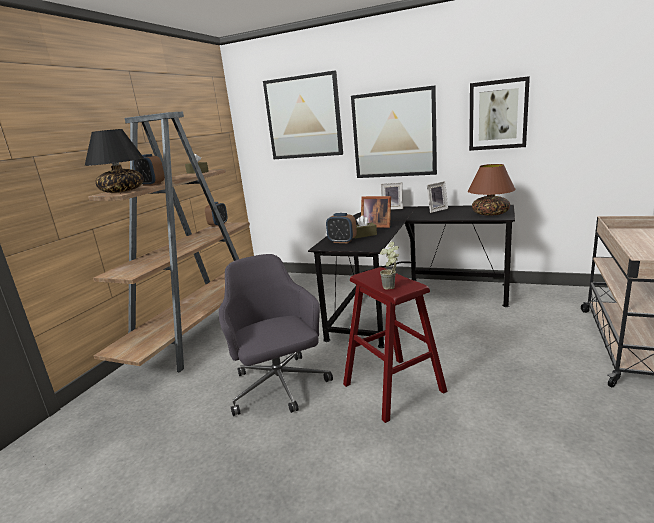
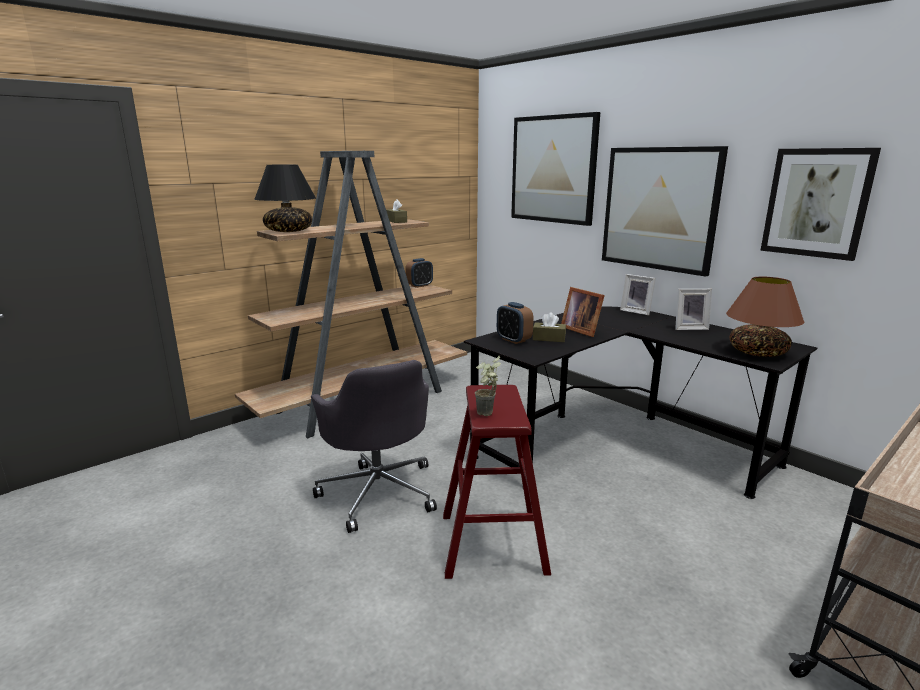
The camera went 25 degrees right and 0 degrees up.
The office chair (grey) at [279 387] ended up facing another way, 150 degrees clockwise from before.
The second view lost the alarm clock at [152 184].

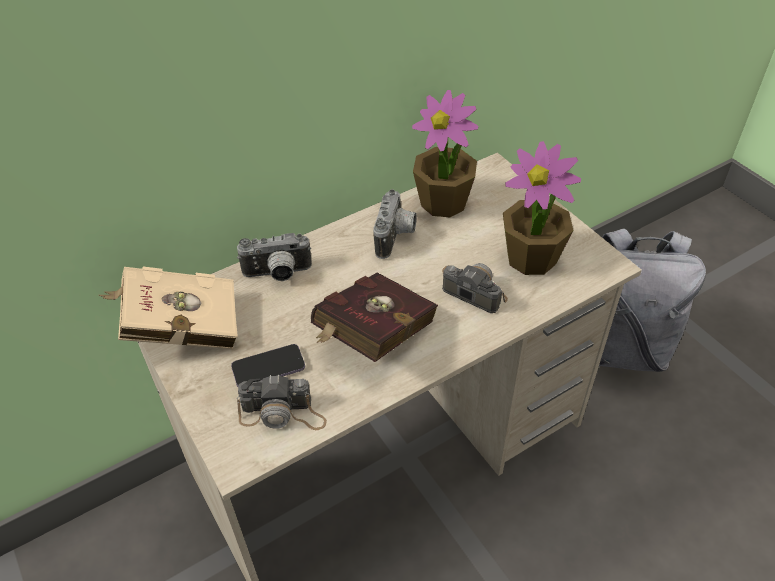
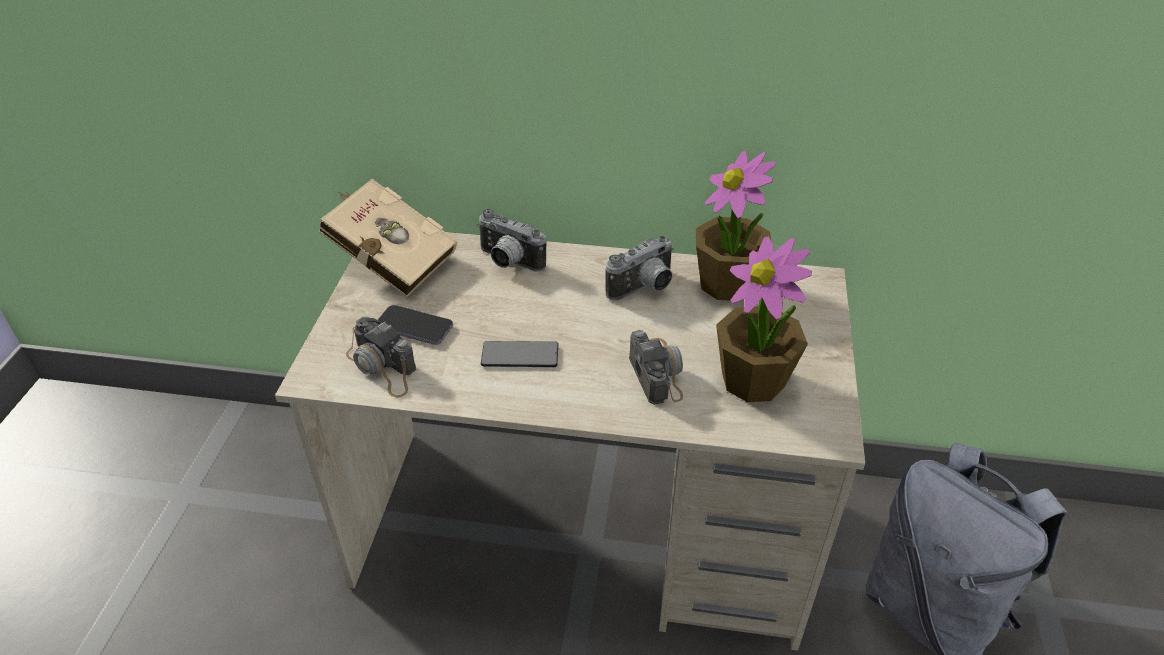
The camera went 40 degrees right and 5 degrees down.
Where the book (red) stood at [372 337], the phone came to stand at [520 355].

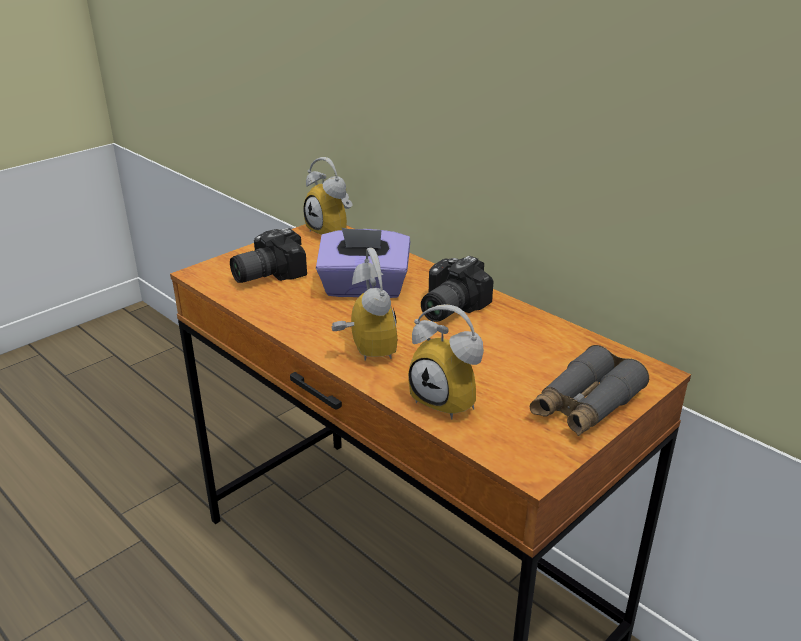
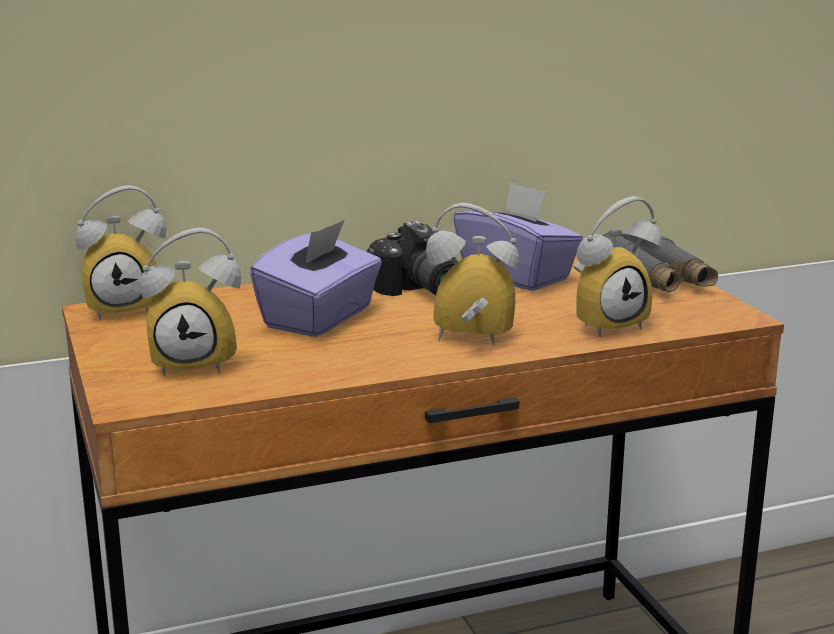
The camera went 65 degrees left and 10 degrees down.
Where the photo camera stood at [265 274], the alarm clock came to stand at [197 362].
The second view gained the tissue box (purple) at [517 275].

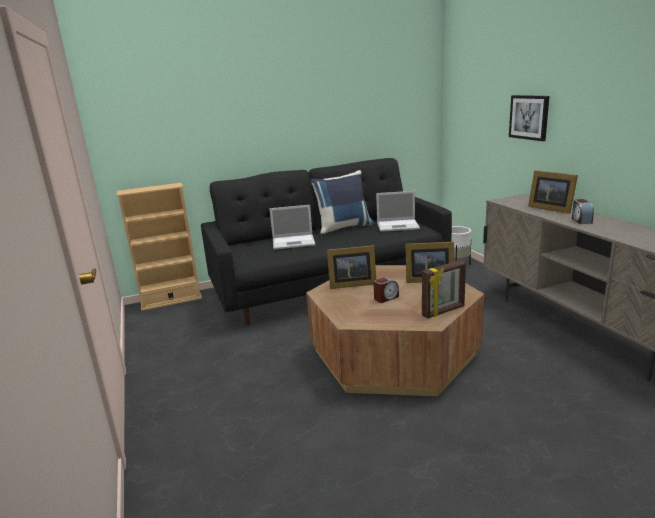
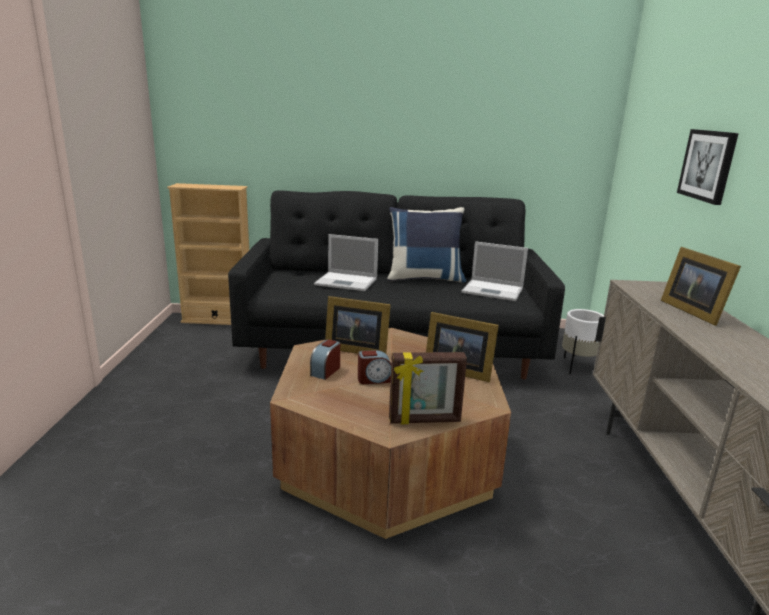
The camera went 20 degrees right and 0 degrees up.
The alarm clock ended up elsewhere, having gone from [581 220] to [325 371].

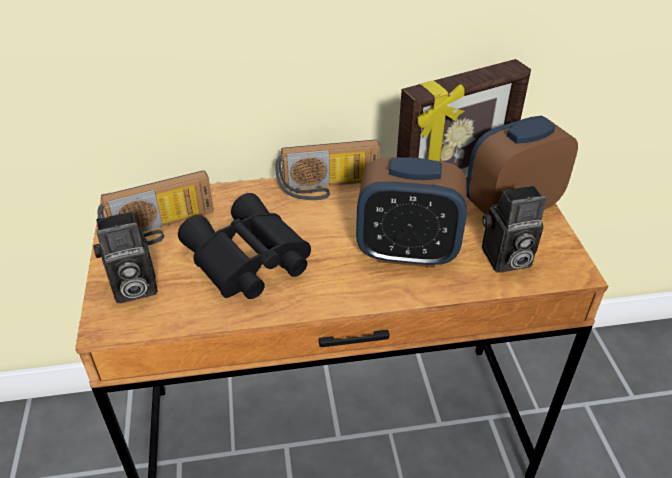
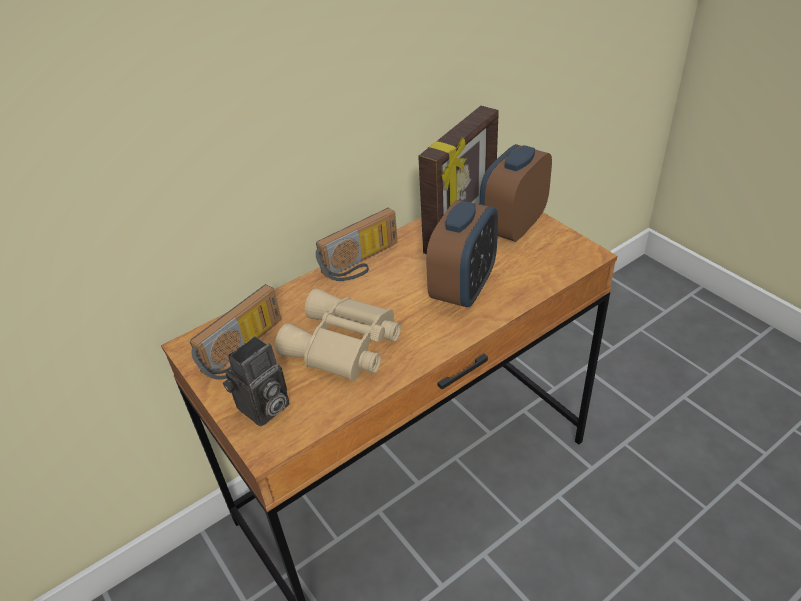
The camera went 25 degrees left and 0 degrees up.
What was the binoculars (black) at [246 261] turned into the binoculars (beige) at [343 346].
The alarm clock at [407 252] ended up facing another way, 45 degrees counterclockwise from before.
The second view lost the photo camera at [505 260].

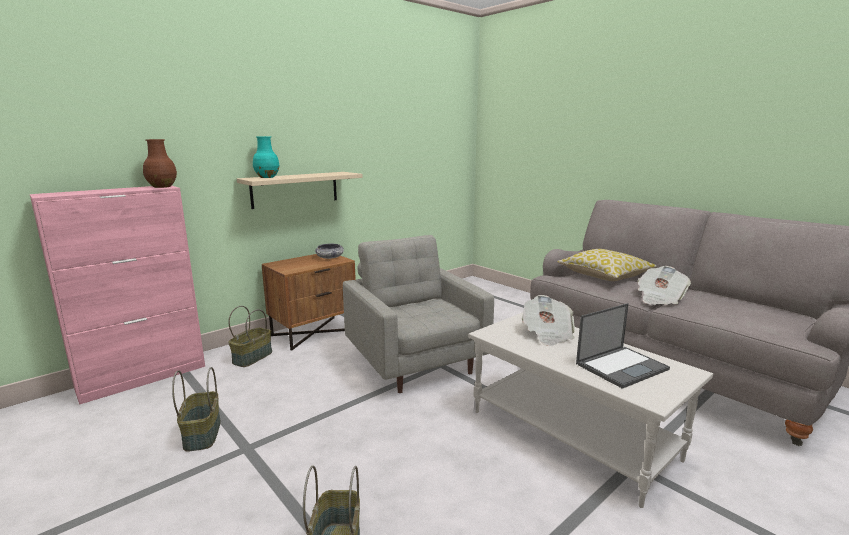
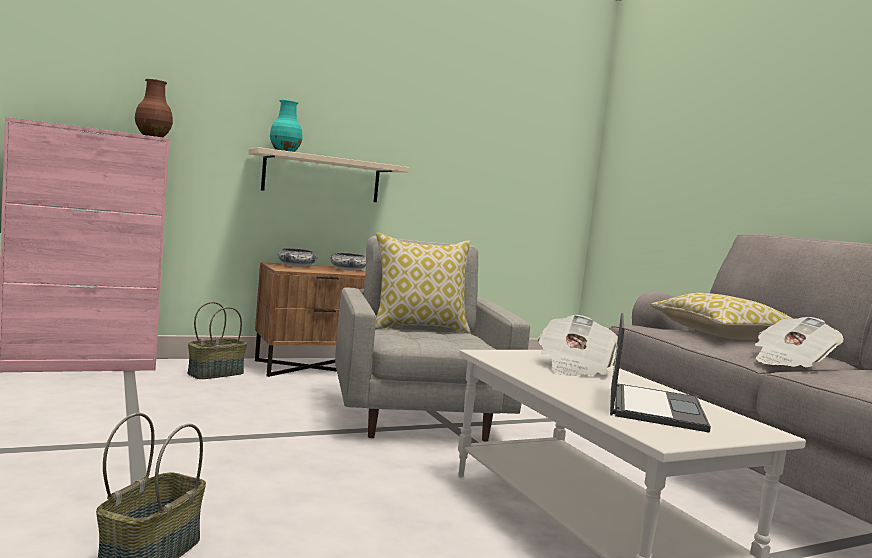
The camera went 15 degrees right and 10 degrees down.
The second view gained the bowl at [296 266].
The second view gained the pillow at [419 328].
The laptop at [622 366] ended up facing another way, 60 degrees counterclockwise from before.
The second view lost the basket at [201 434].

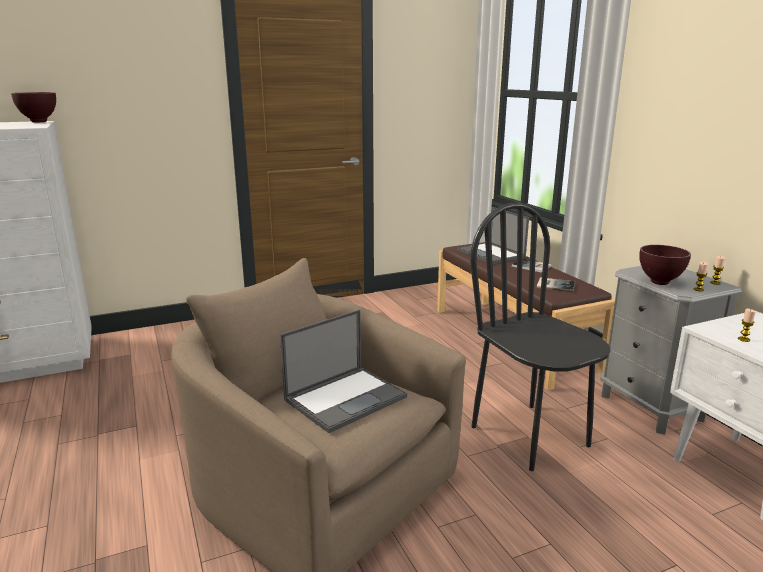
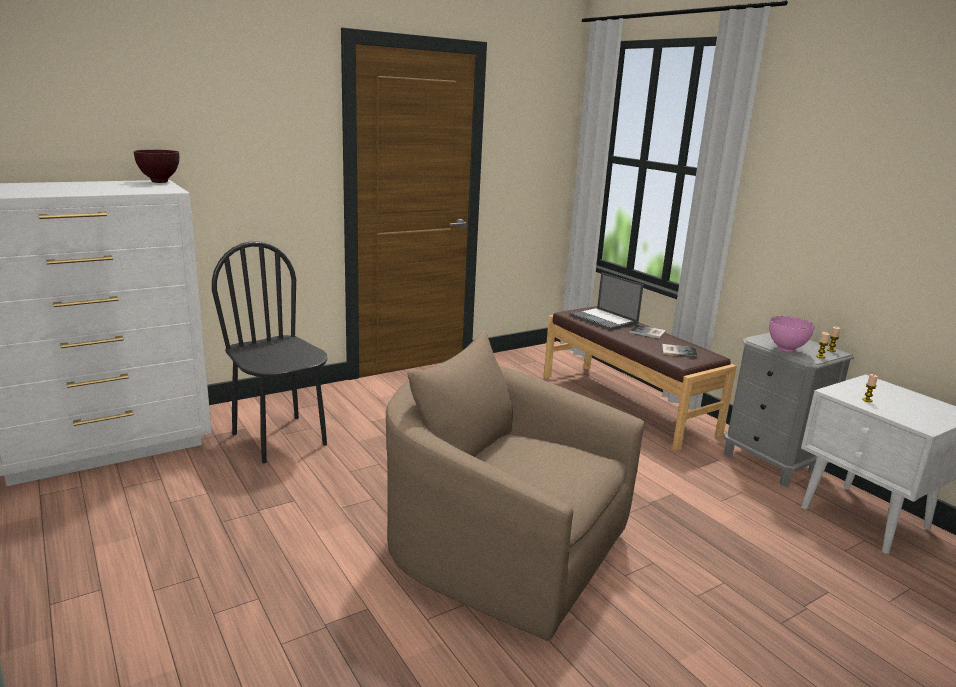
The camera went 10 degrees left and 0 degrees up.
The chair (black) ended up elsewhere, having gone from [530 436] to [280 439].
What was the bowl (brown) at [660 283] turned into the bowl (pink) at [786 351].
The second view lost the laptop at [346 398].

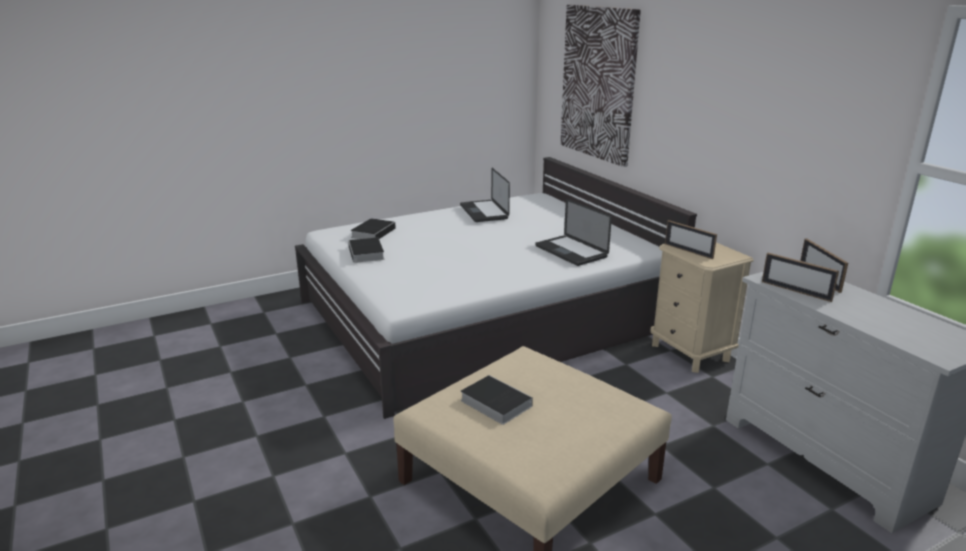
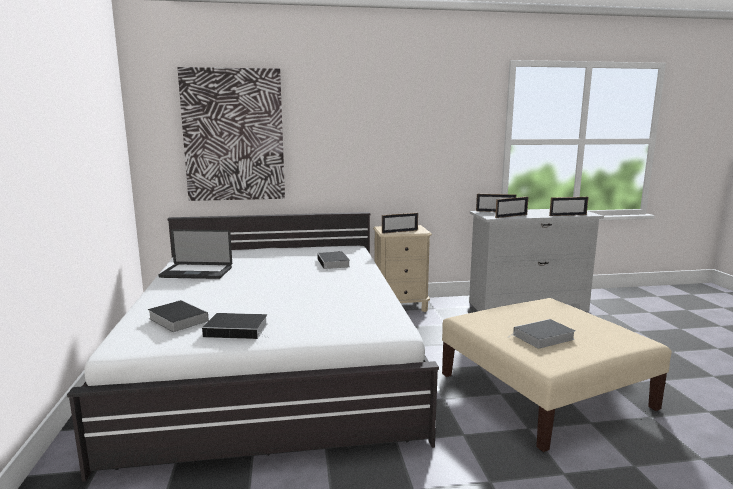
The camera went 70 degrees left and 10 degrees down.
Where the laptop stood at [571 251], the book came to stand at [334 263].
The second view gained the picture frame at [568 215].

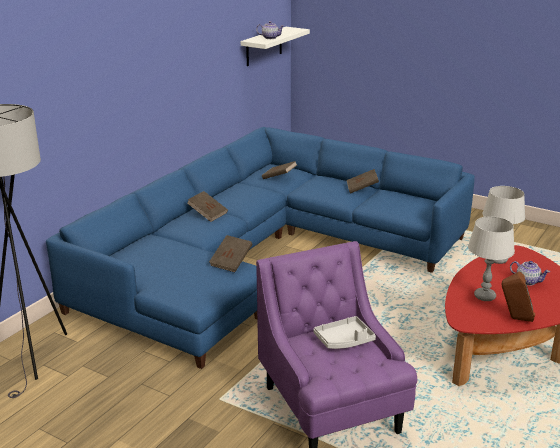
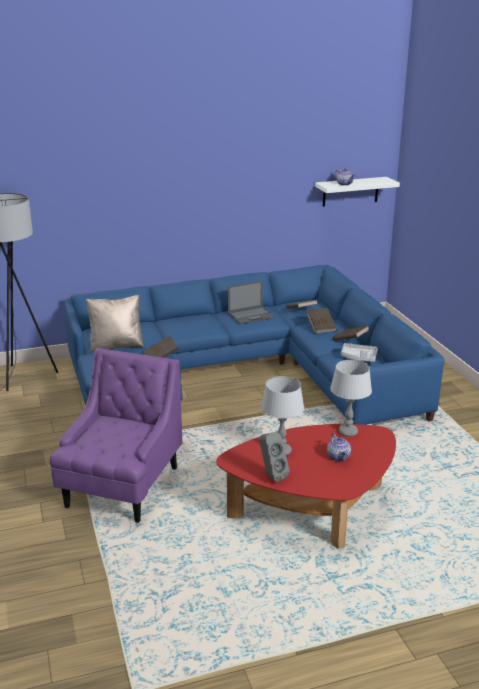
The camera went 40 degrees right and 0 degrees up.
The second view gained the pillow (beige) at [116 346].
The second view gained the laptop at [251 315].
What was the speaker (brown) at [515 319] turned into the speaker (grey) at [271 475].
The book (brown) ended up elsewhere, having gone from [208 214] to [321 327].
The tray (grey) ended up elsewhere, having gone from [344 340] to [358 357].

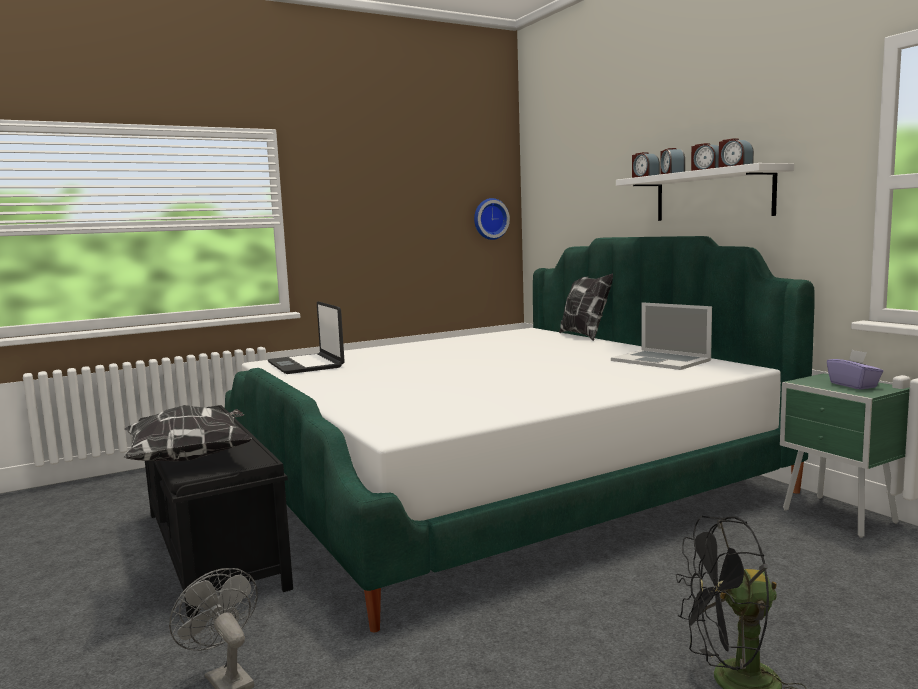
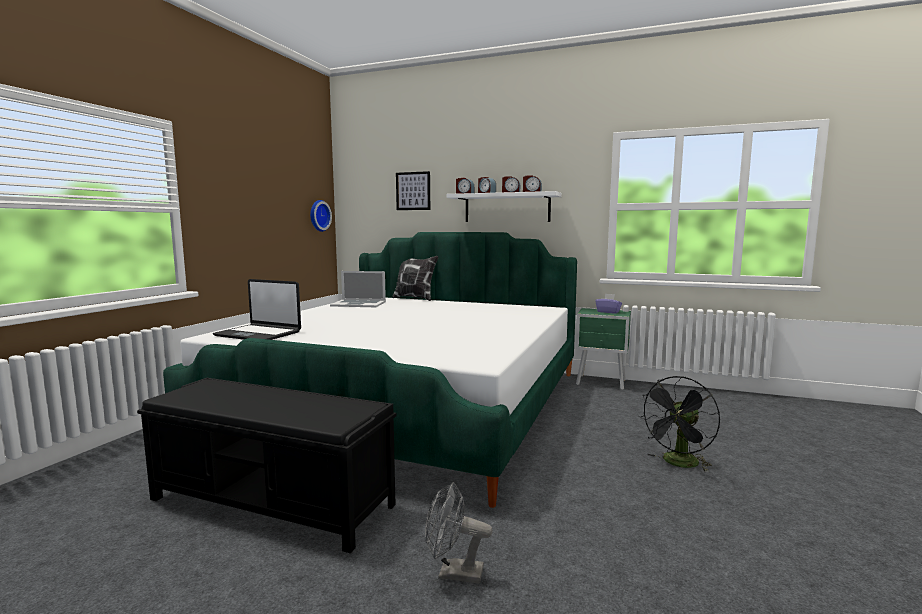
The camera went 40 degrees left and 0 degrees up.
The laptop ended up elsewhere, having gone from [661 360] to [358 304].
The second view gained the picture at [413 191].
The second view lost the pillow at [191 459].

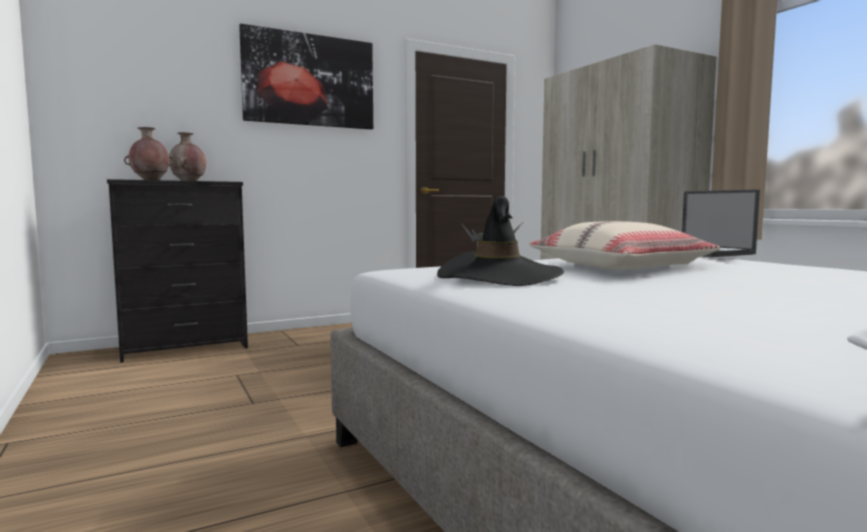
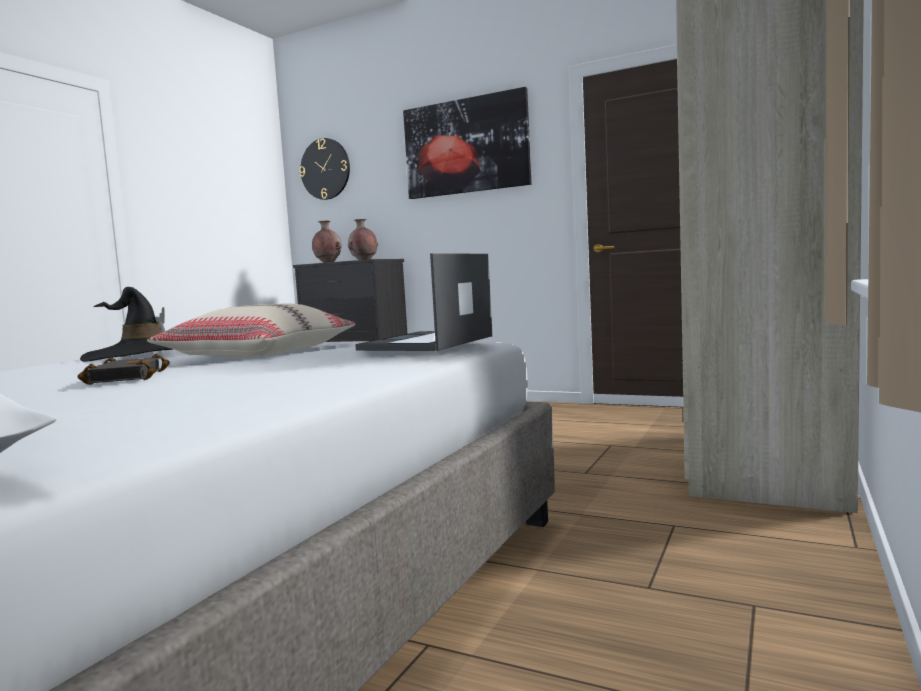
The camera went 55 degrees right and 0 degrees up.
The second view gained the book (black) at [124 377].
The second view gained the wall clock at [325 169].

